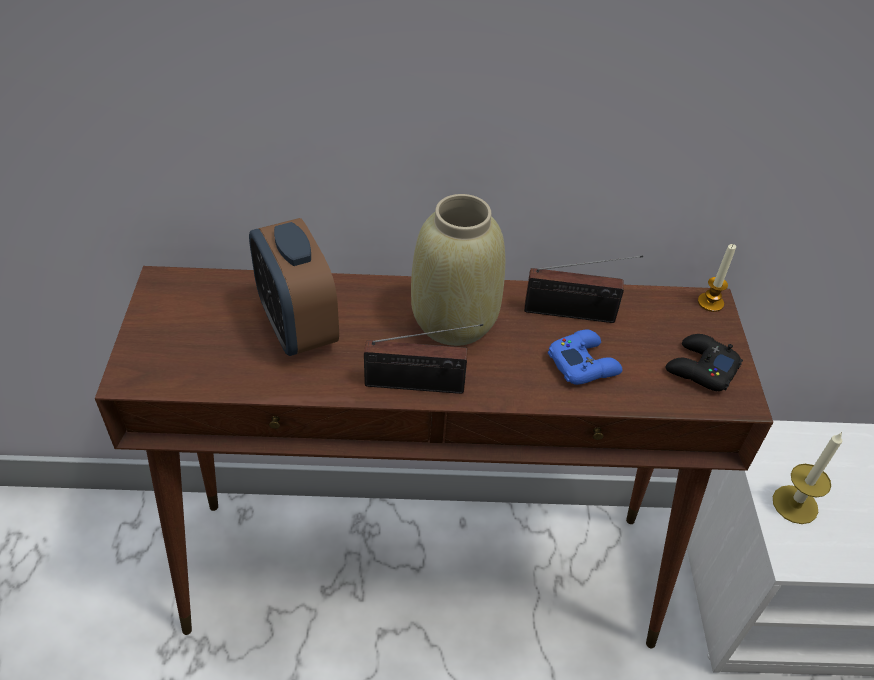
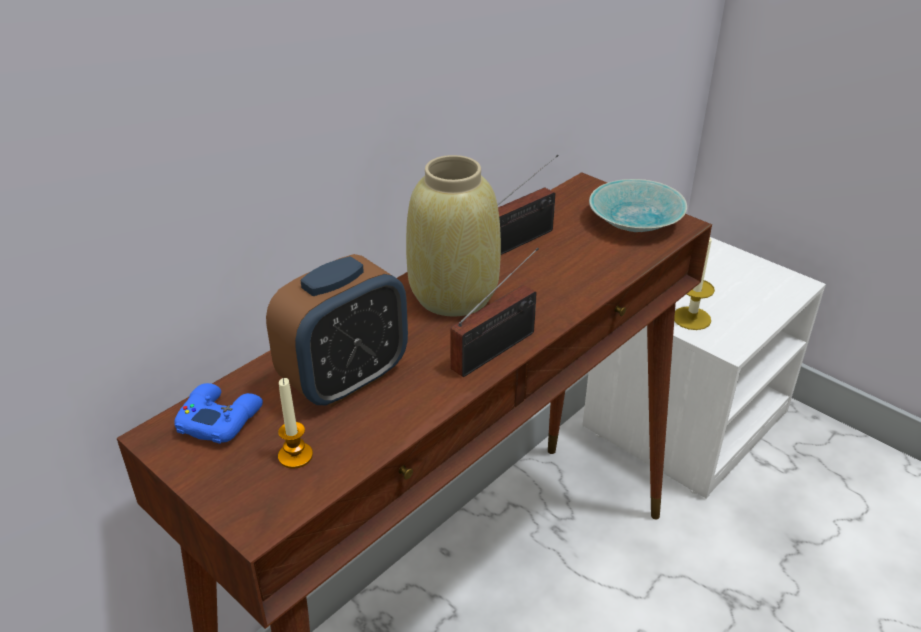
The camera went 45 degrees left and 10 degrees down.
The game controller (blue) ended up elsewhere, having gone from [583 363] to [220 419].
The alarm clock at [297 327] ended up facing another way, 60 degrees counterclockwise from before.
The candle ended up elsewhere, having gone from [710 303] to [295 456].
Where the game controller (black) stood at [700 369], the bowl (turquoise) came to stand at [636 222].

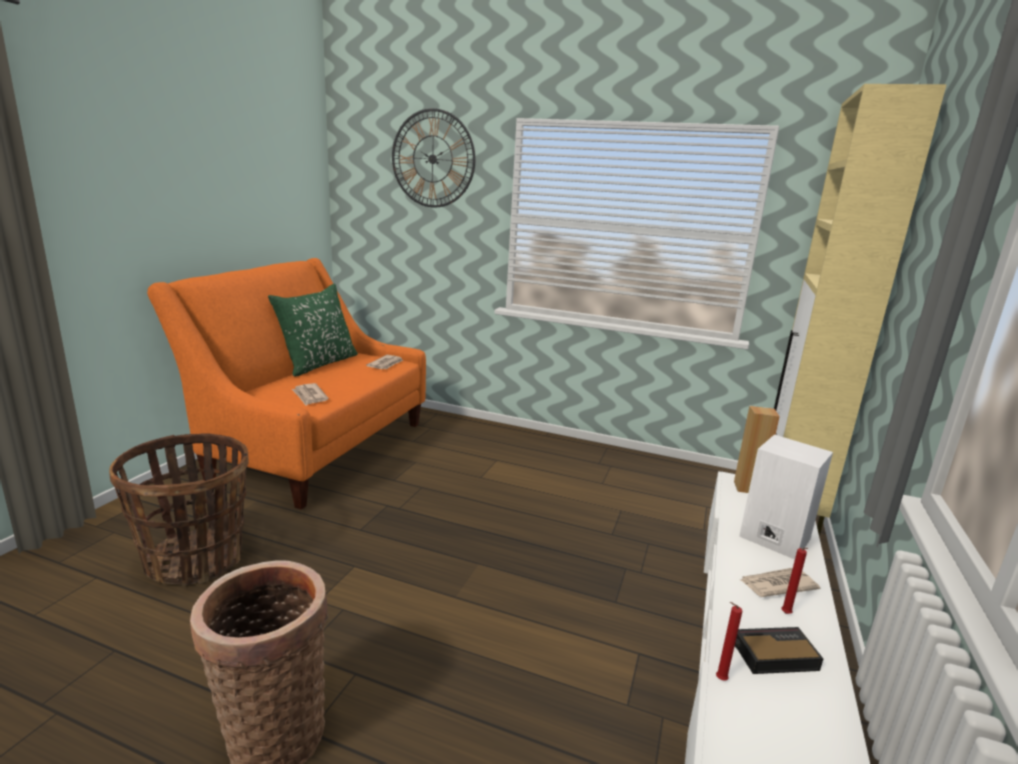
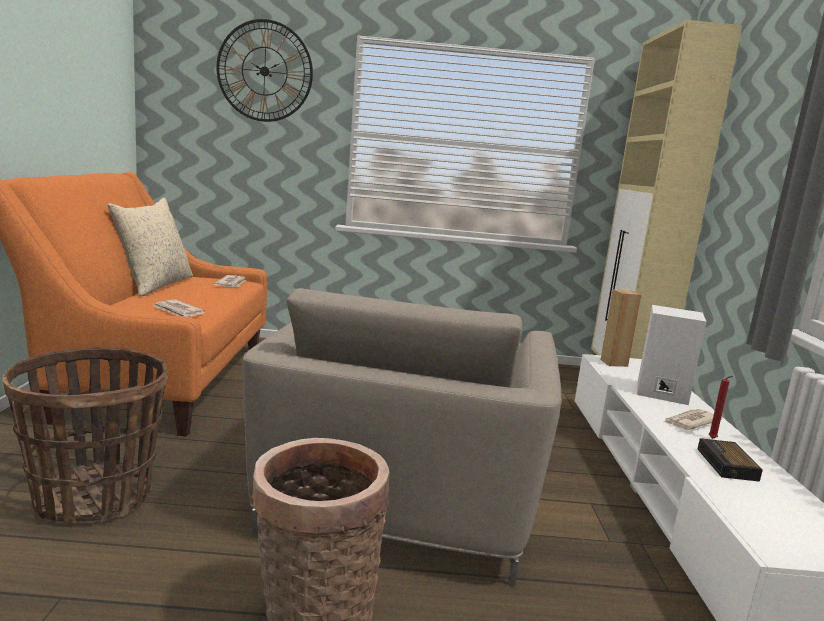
The camera went 20 degrees left and 5 degrees down.
What was the pillow (green) at [318 364] turned into the pillow (beige) at [155 285].
The second view gained the armchair (beige) at [400 497].
The alarm clock at [773 655] ended up facing another way, 60 degrees counterclockwise from before.
The second view lost the candle (red) at [719 680].

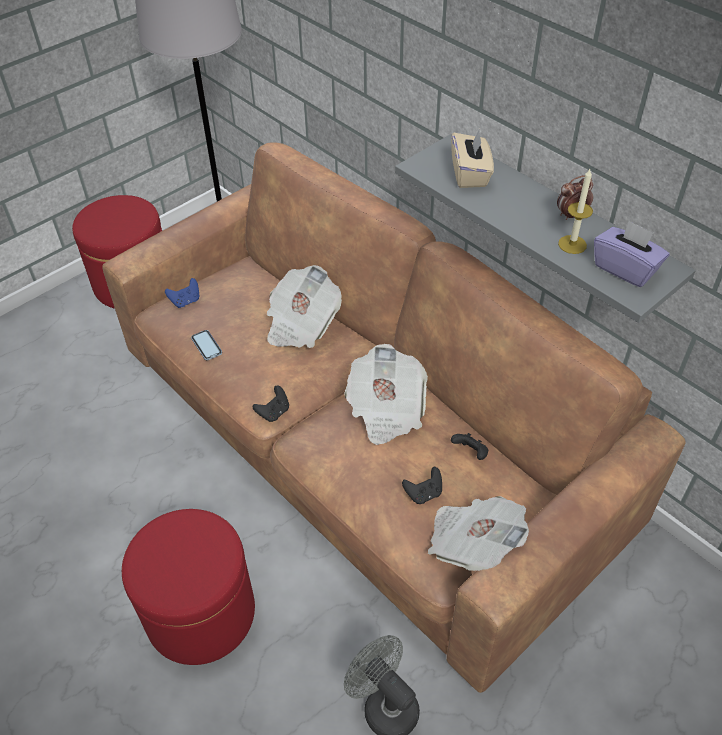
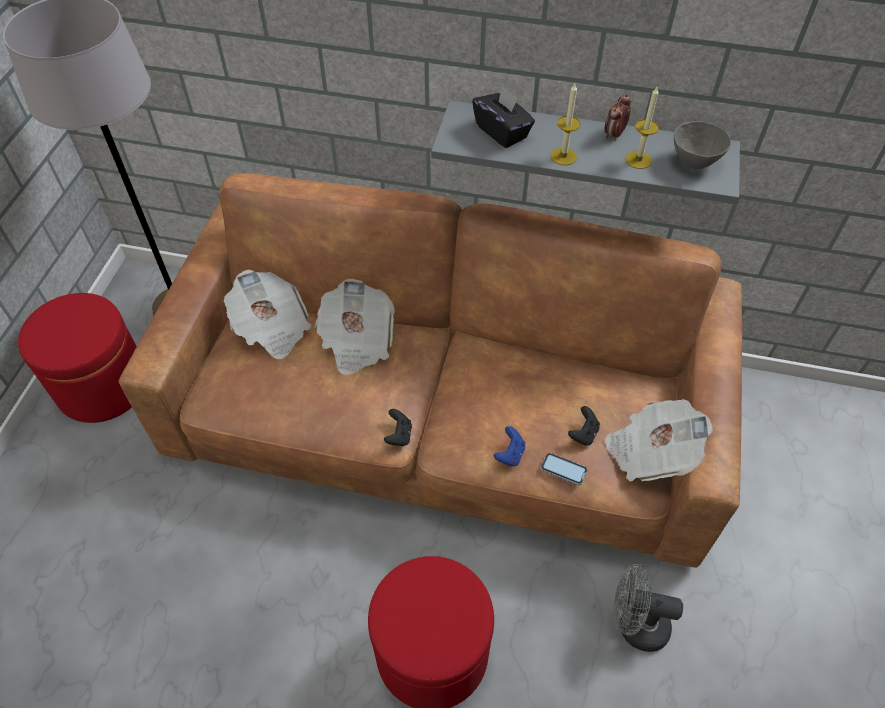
The camera went 35 degrees left and 5 degrees up.
The newspaper ended up elsewhere, having gone from [386 410] to [272 327].
What was the tissue box (beige) at [470 174] turned into the tissue box (black) at [502 132].
The game controller (blue) ended up elsewhere, having gone from [185 301] to [510 454].
The phone ended up elsewhere, having gone from [206 346] to [563 469].
The second view gained the candle at [563 156].
Where the tissue box (purple) stood at [625 269], the bowl (grey) came to stand at [694 163].
The second view lost the game controller (black) at [470 453].

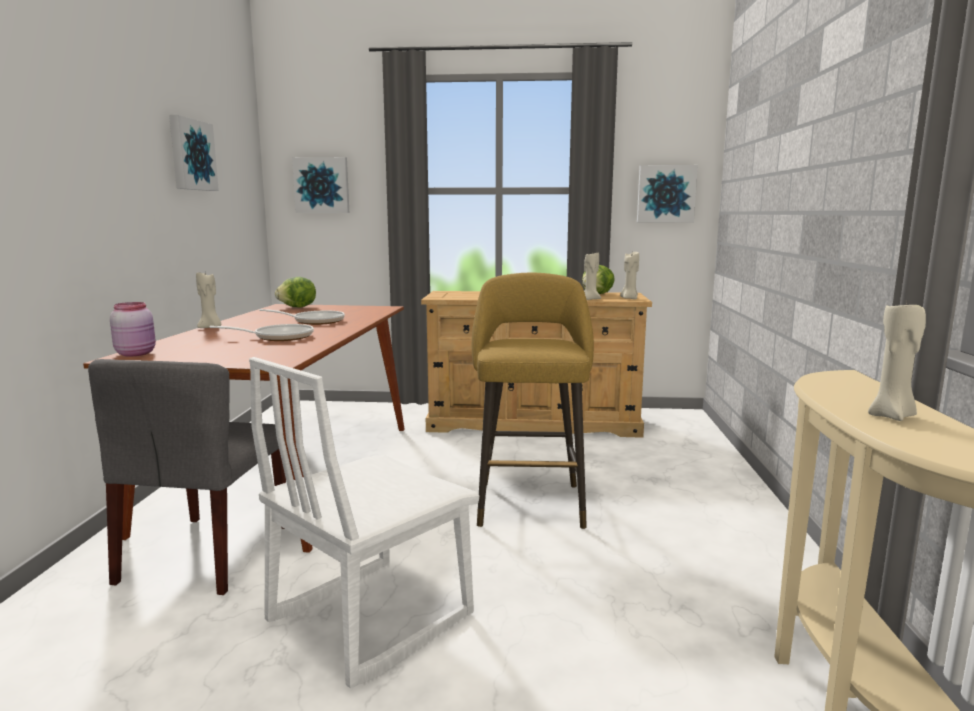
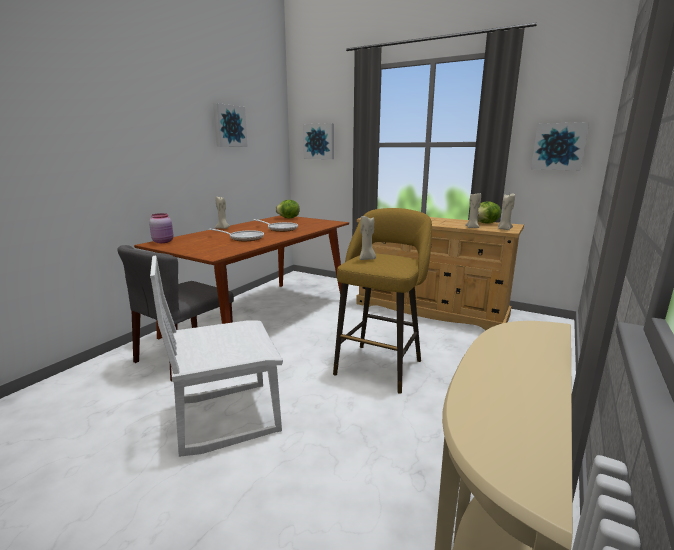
The camera went 25 degrees right and 5 degrees up.
The candle (beige) ended up elsewhere, having gone from [892 416] to [367 259].

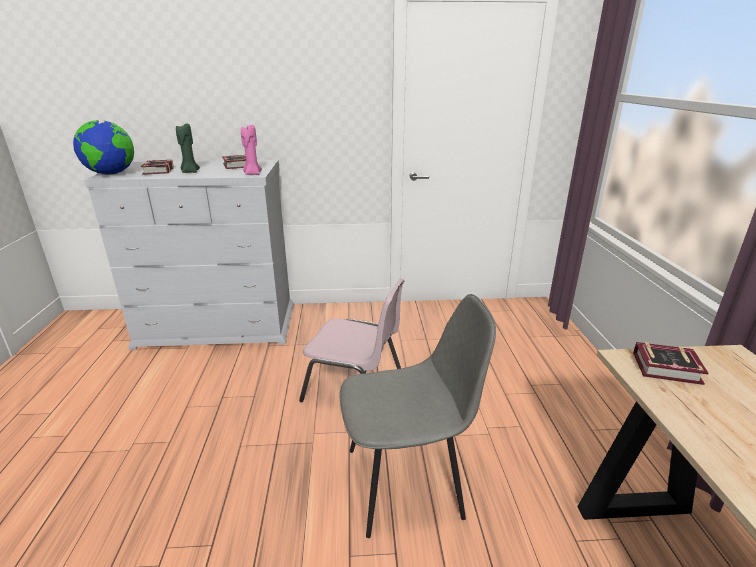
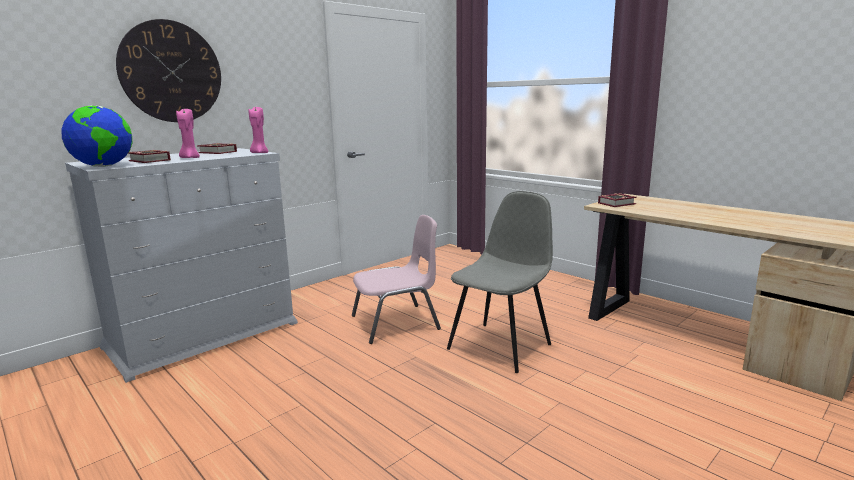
The camera went 40 degrees left and 10 degrees down.
The second view gained the wall clock at [171 72].
What was the candle (green) at [190 172] turned into the candle (pink) at [189 158].

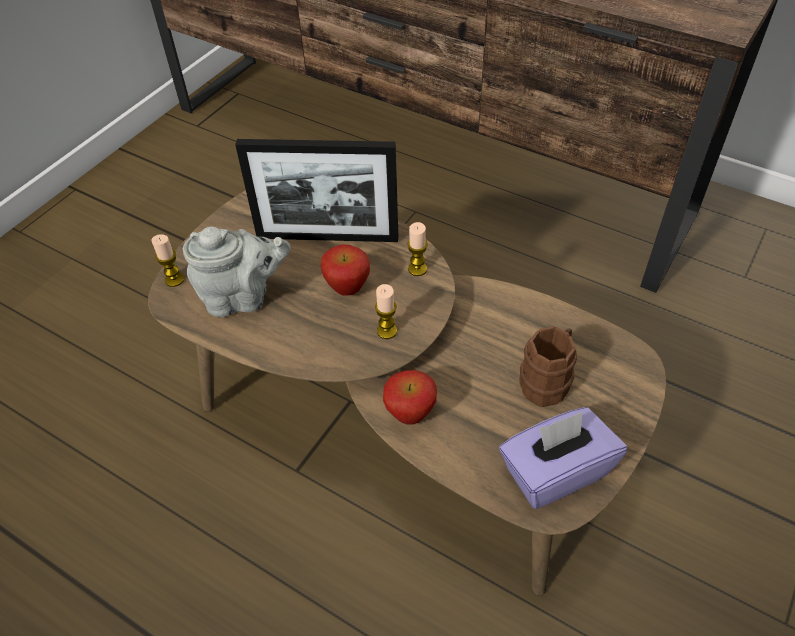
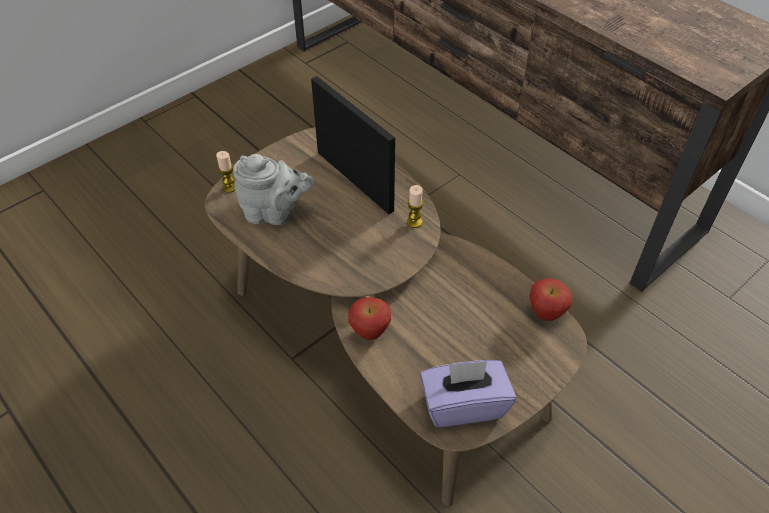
The camera went 15 degrees right and 0 degrees up.
The picture frame at [327 237] ended up facing another way, 150 degrees counterclockwise from before.
The apple ended up elsewhere, having gone from [347 289] to [545 314].
The second view lost the candle at [387 331].
The second view lost the mug (brown) at [548 380].

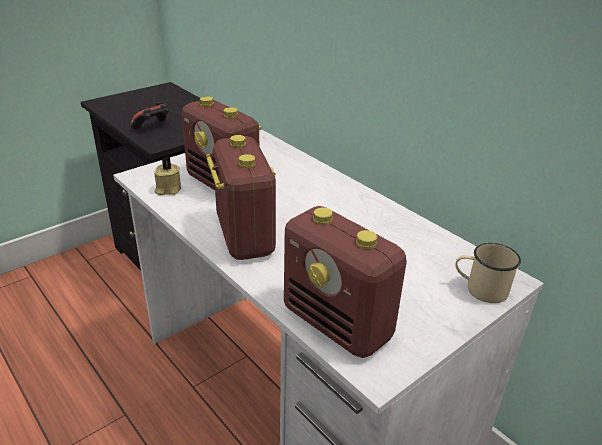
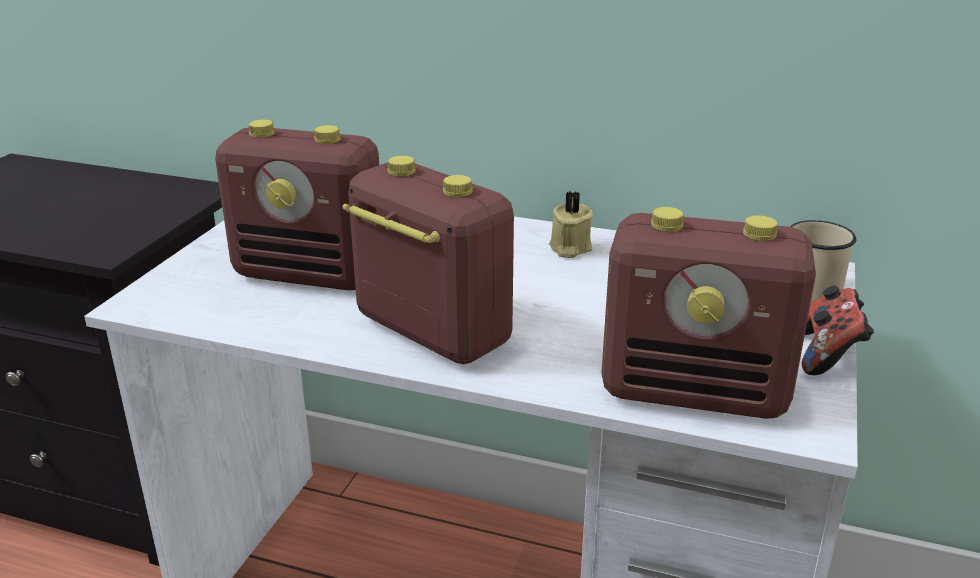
The camera went 30 degrees left and 5 degrees down.
The candle (beige) ended up elsewhere, having gone from [167 189] to [569 248].
The game controller ended up elsewhere, having gone from [153 127] to [827 355].

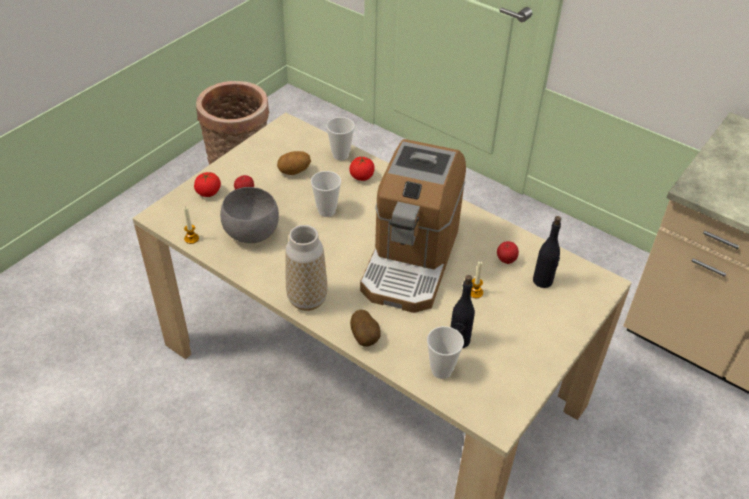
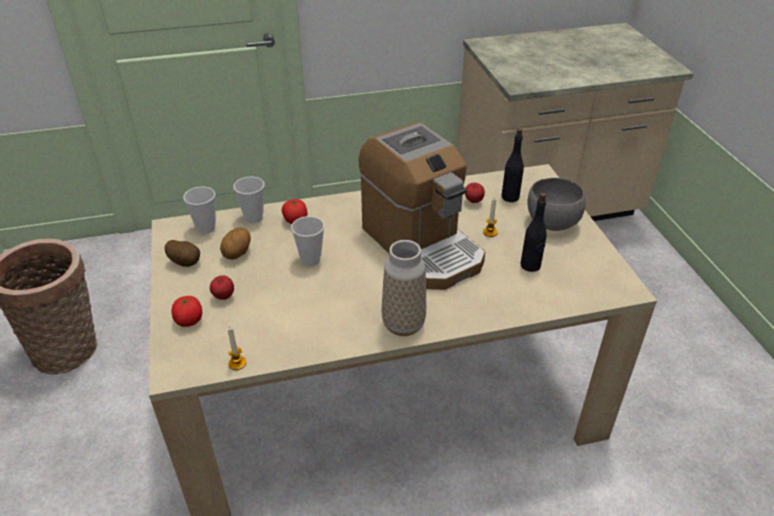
The camera went 50 degrees left and 5 degrees down.
The potato ended up elsewhere, having gone from [365 338] to [186 262].
The cup ended up elsewhere, having gone from [441 370] to [206 228].
The bowl (grey) ended up elsewhere, having gone from [251 233] to [551 223].

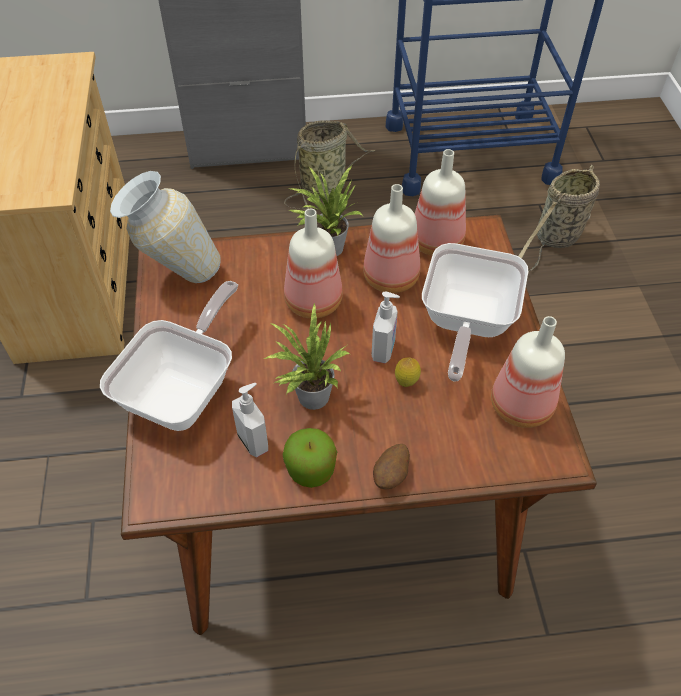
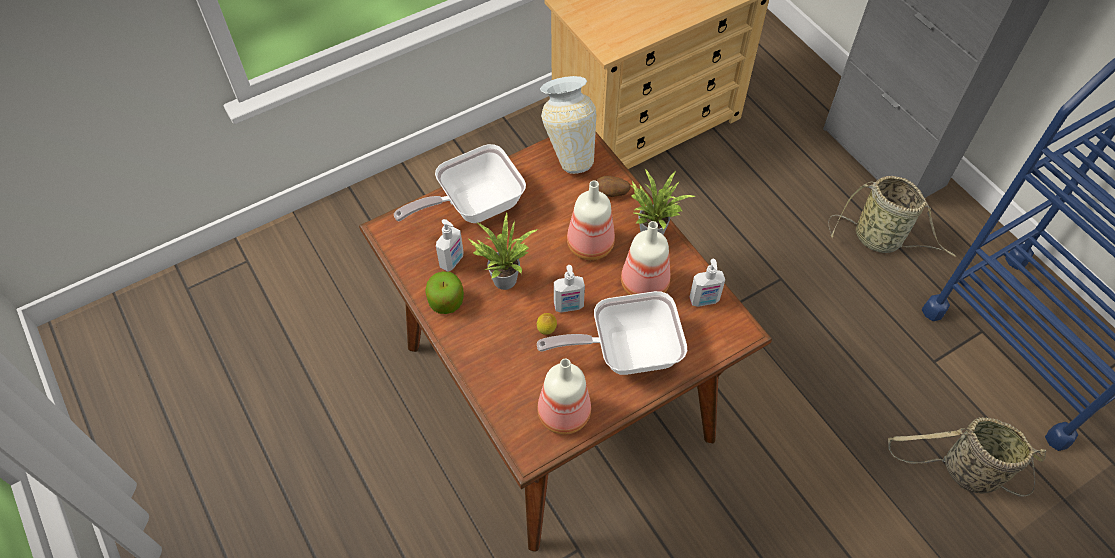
The camera went 65 degrees right and 5 degrees up.
The frying pan at [184 390] ended up facing another way, 150 degrees clockwise from before.
The potato ended up elsewhere, having gone from [391 475] to [611 193].
Where the bottle stood at [435 241], the soap dispenser came to stand at [704 300].

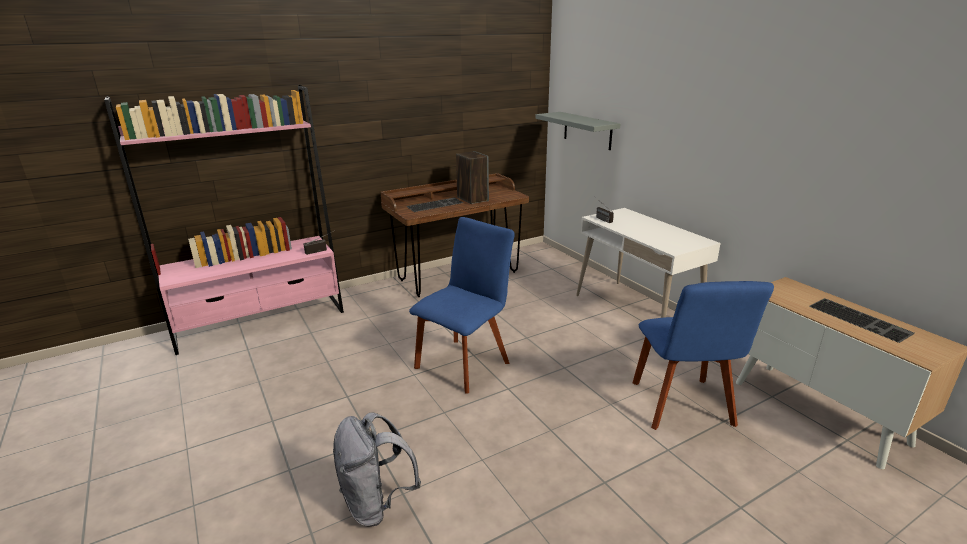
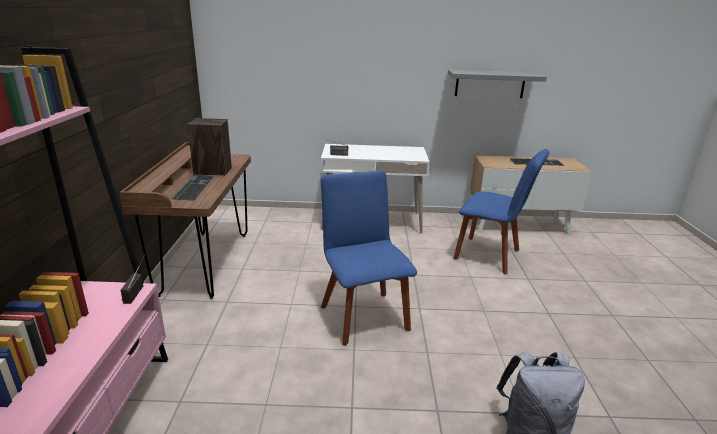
The camera went 60 degrees left and 0 degrees up.
The shelf (grey) ended up elsewhere, having gone from [587 130] to [490 84].

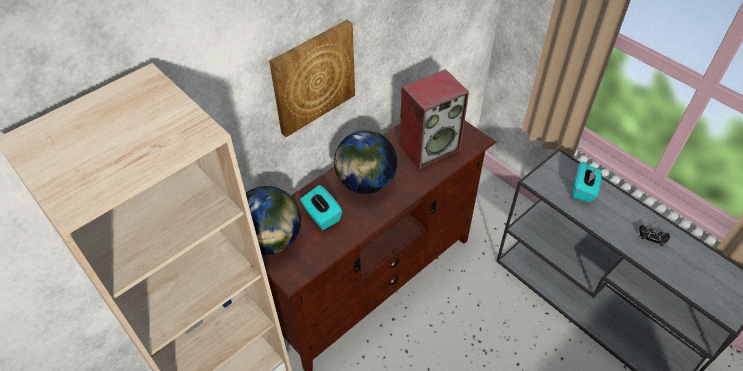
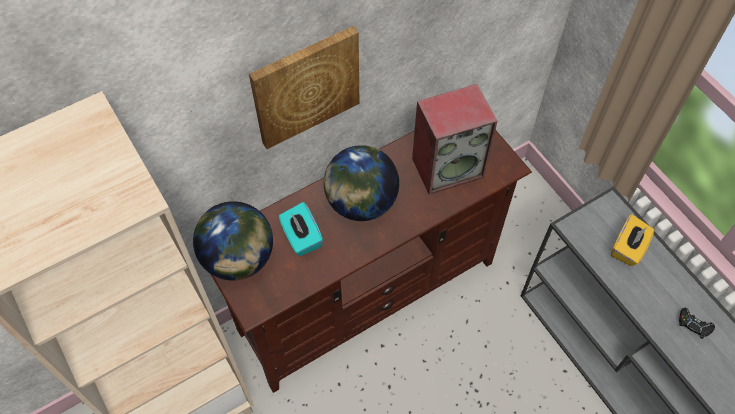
The camera went 10 degrees right and 10 degrees up.
What was the tissue box (turquoise) at [583 190] turned into the tissue box (yellow) at [628 248].

